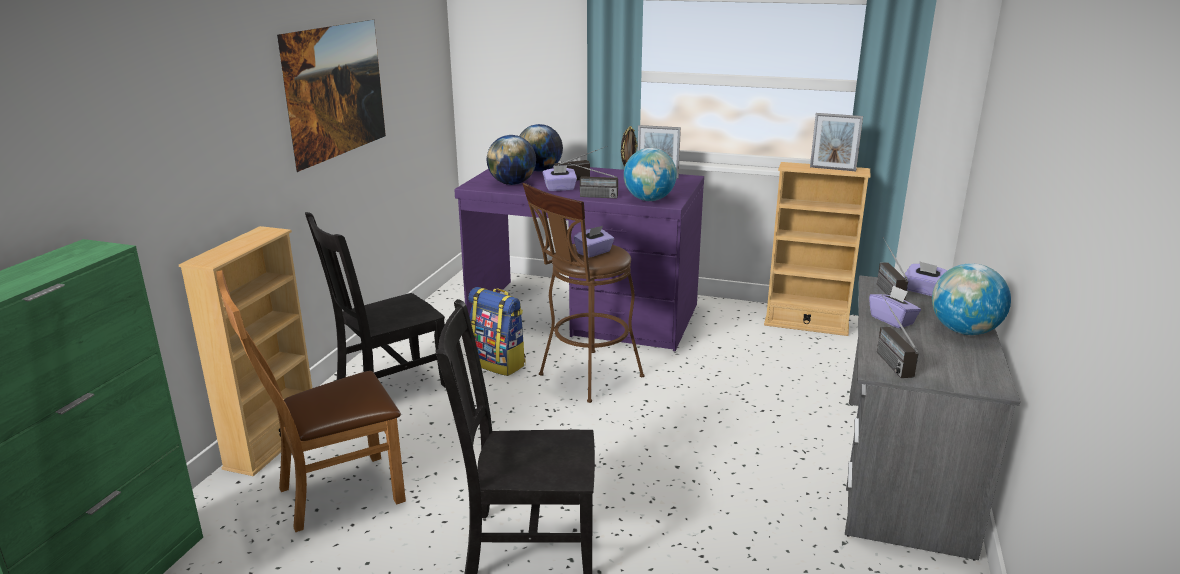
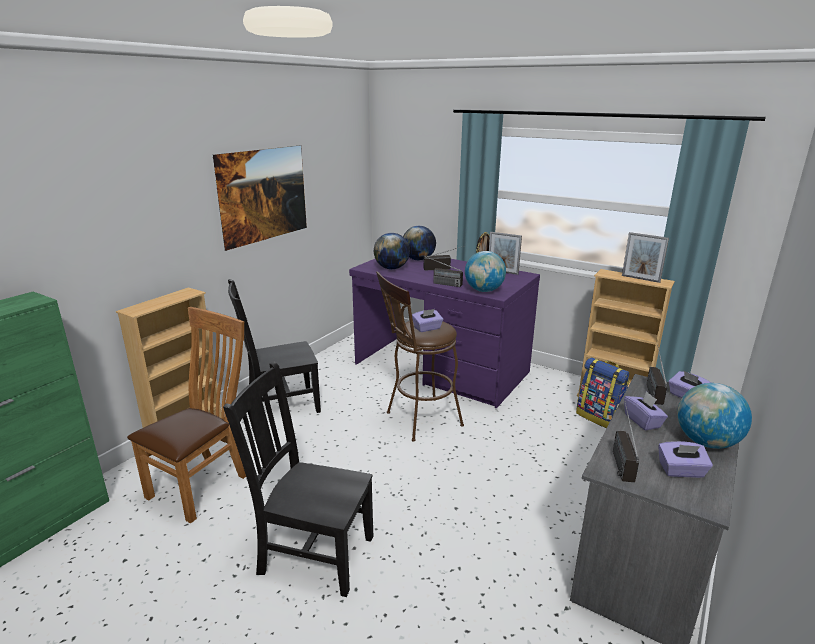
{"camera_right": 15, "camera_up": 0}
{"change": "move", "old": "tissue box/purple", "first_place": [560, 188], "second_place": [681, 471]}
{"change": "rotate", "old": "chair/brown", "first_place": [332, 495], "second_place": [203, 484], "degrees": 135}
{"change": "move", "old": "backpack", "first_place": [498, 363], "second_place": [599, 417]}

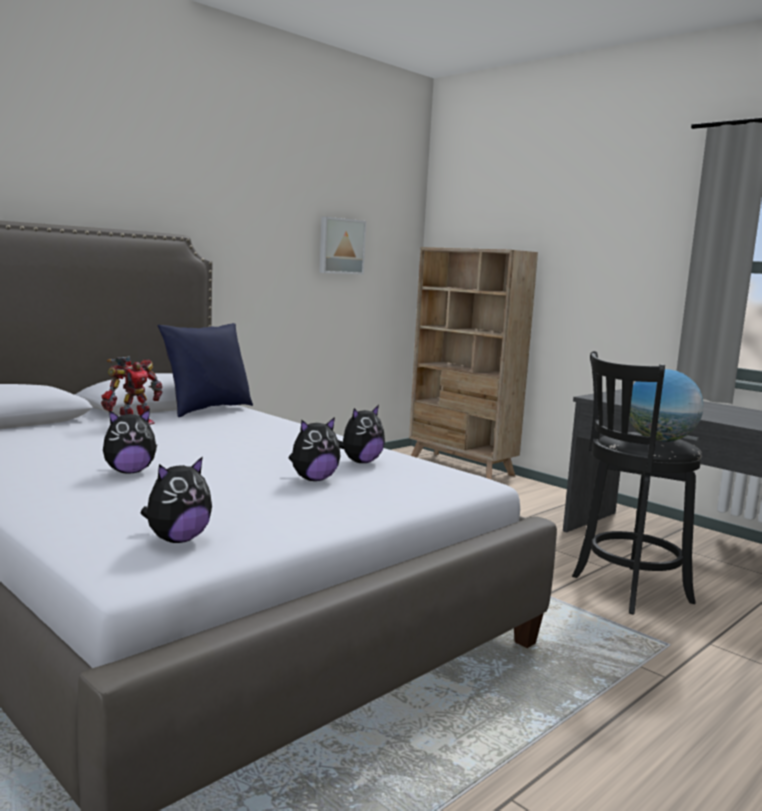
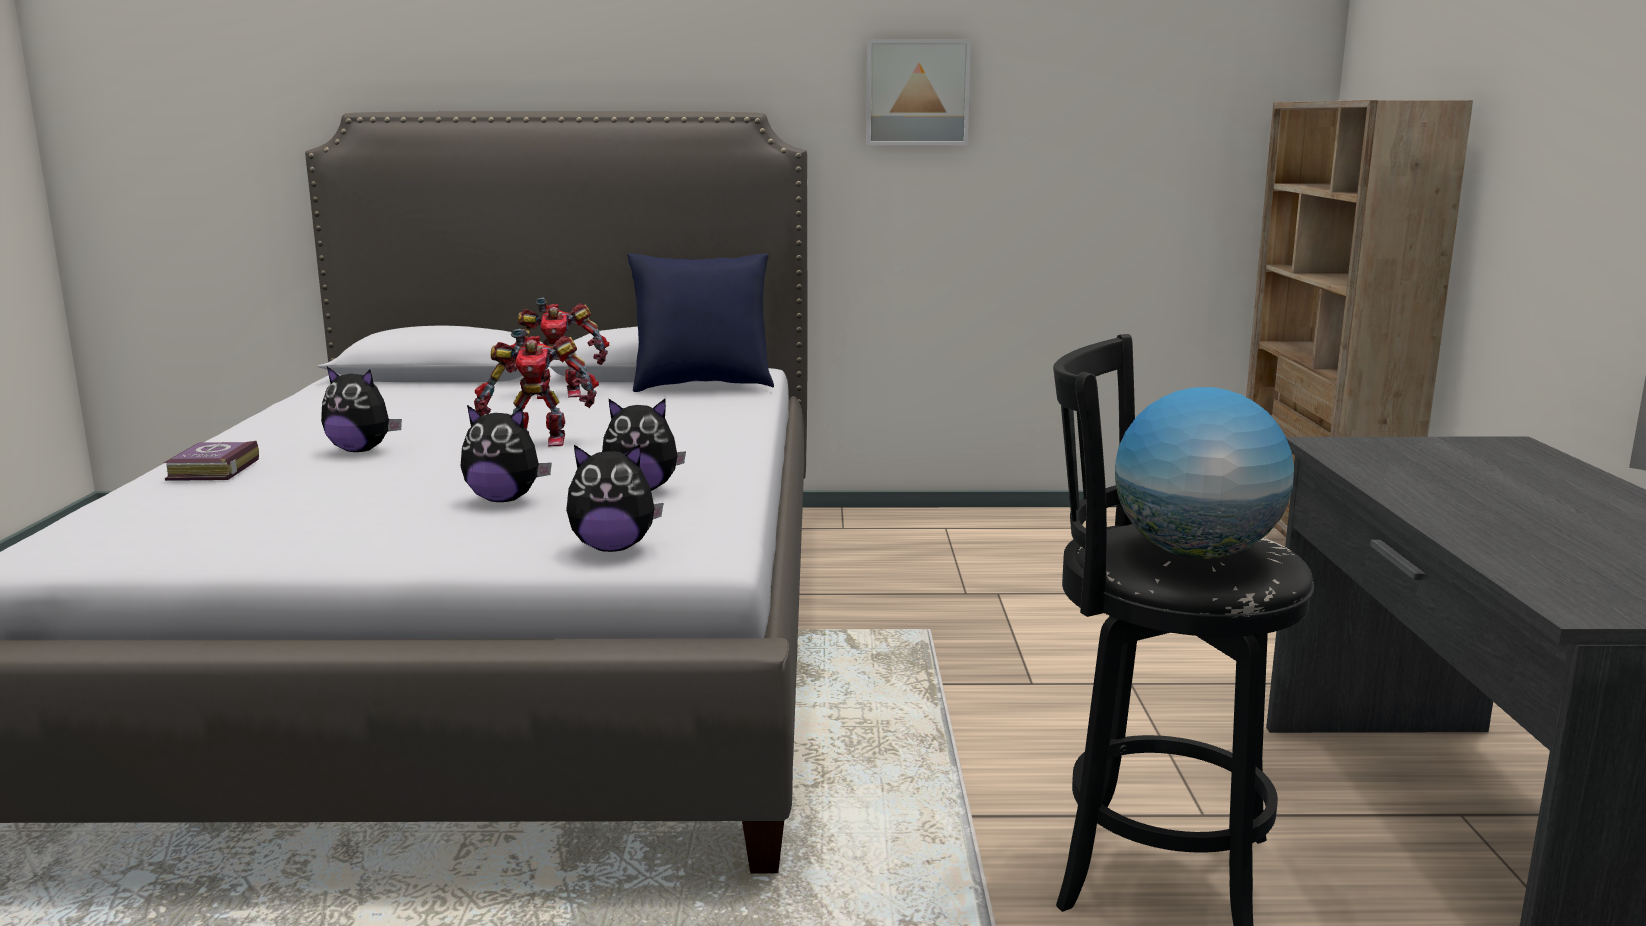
{"camera_right": 45, "camera_up": 5}
{"change": "move", "old": "picture", "first_place": [341, 246], "second_place": [917, 93]}
{"change": "move", "old": "plush toy", "first_place": [177, 539], "second_place": [613, 548]}
{"change": "insert", "new": "toy robot", "second_place": [538, 440]}
{"change": "insert", "new": "book", "second_place": [211, 470]}

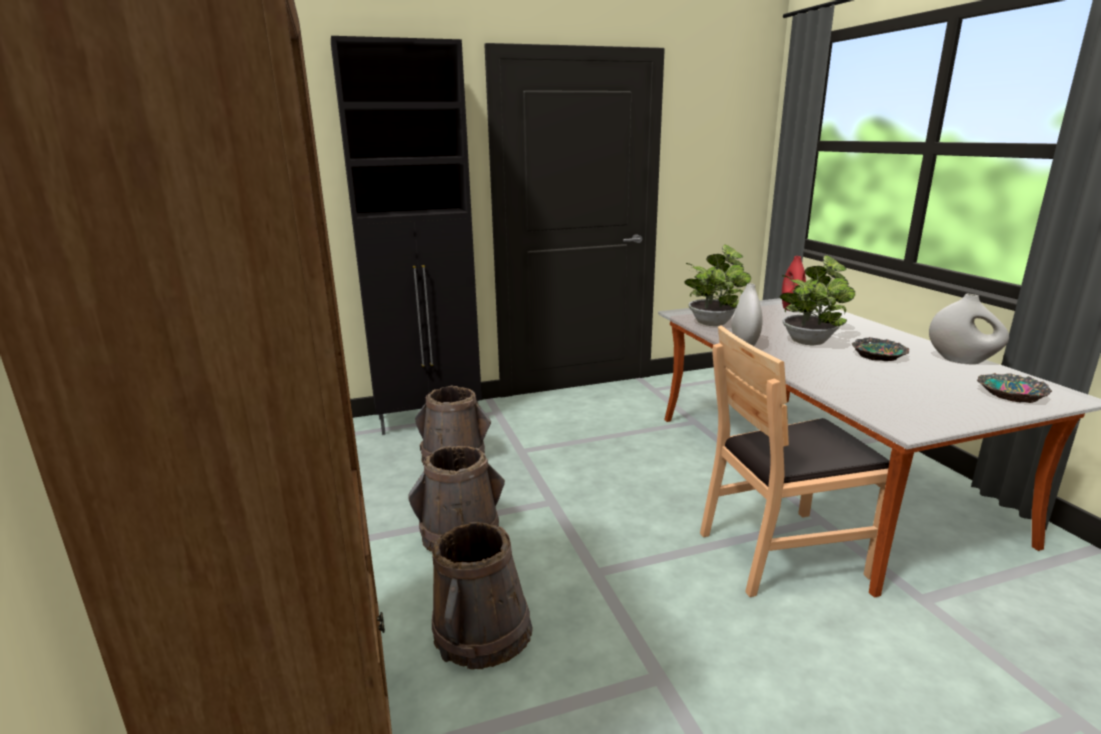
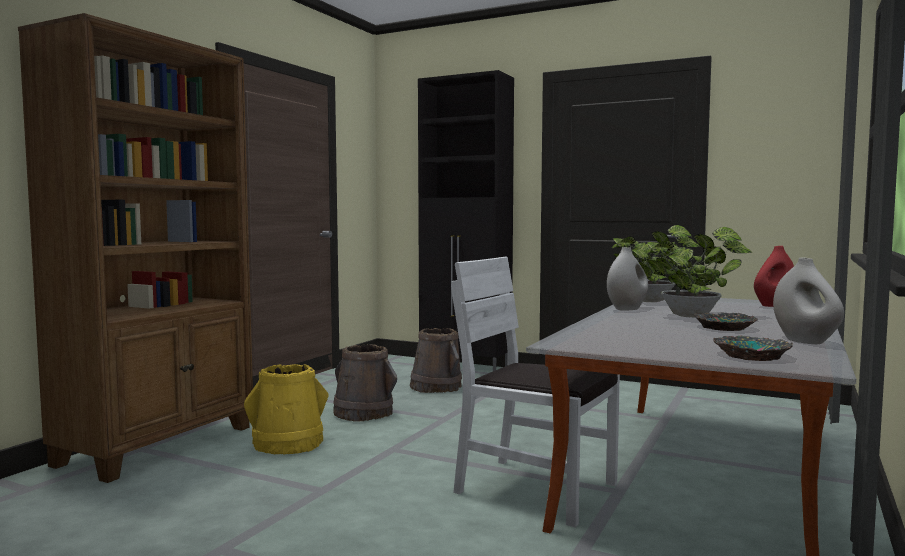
{"camera_right": 45, "camera_up": -15}
{"change": "recolor", "old": "chair/brown", "new": "chair/white", "first_place": [782, 552], "second_place": [536, 489]}
{"change": "recolor", "old": "bucket/brown", "new": "bucket/yellow", "first_place": [482, 632], "second_place": [288, 444]}

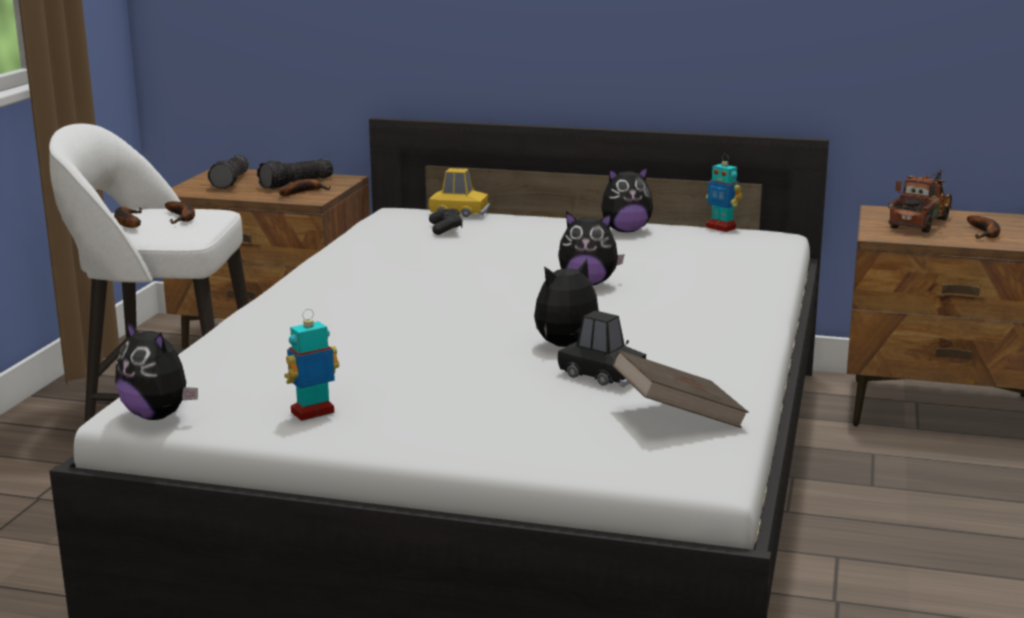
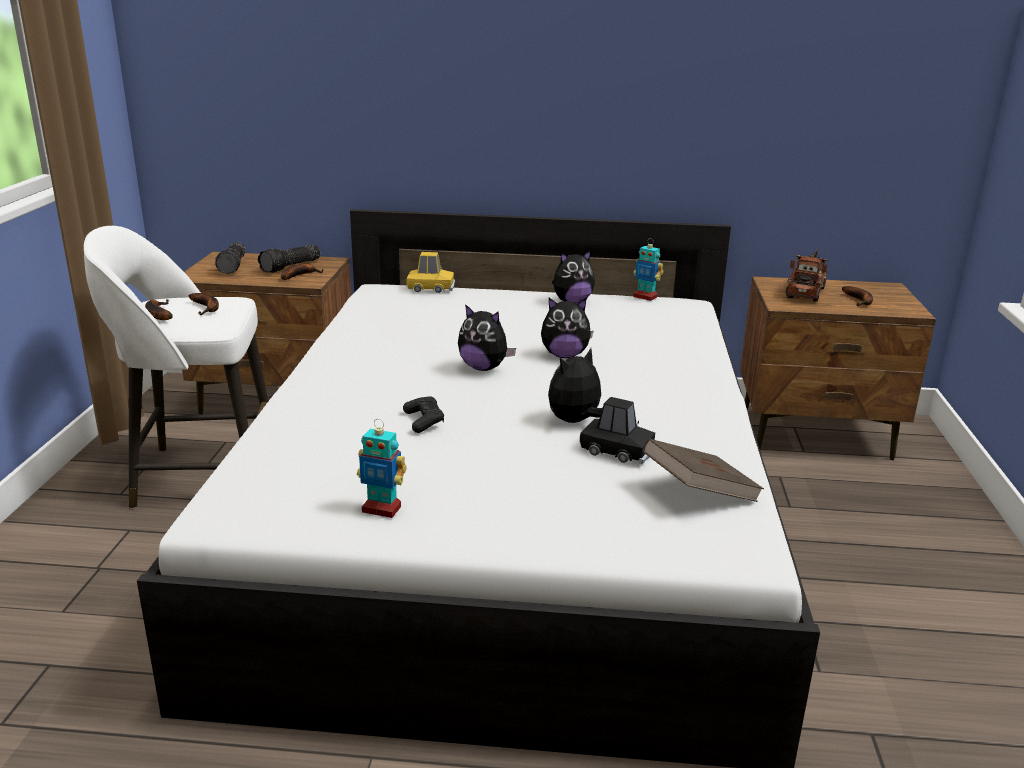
{"camera_right": -10, "camera_up": 5}
{"change": "move", "old": "game controller/black", "first_place": [445, 228], "second_place": [424, 421]}
{"change": "rotate", "old": "toy robot", "first_place": [313, 413], "second_place": [382, 509], "degrees": -120}
{"change": "move", "old": "plush toy", "first_place": [159, 415], "second_place": [484, 368]}

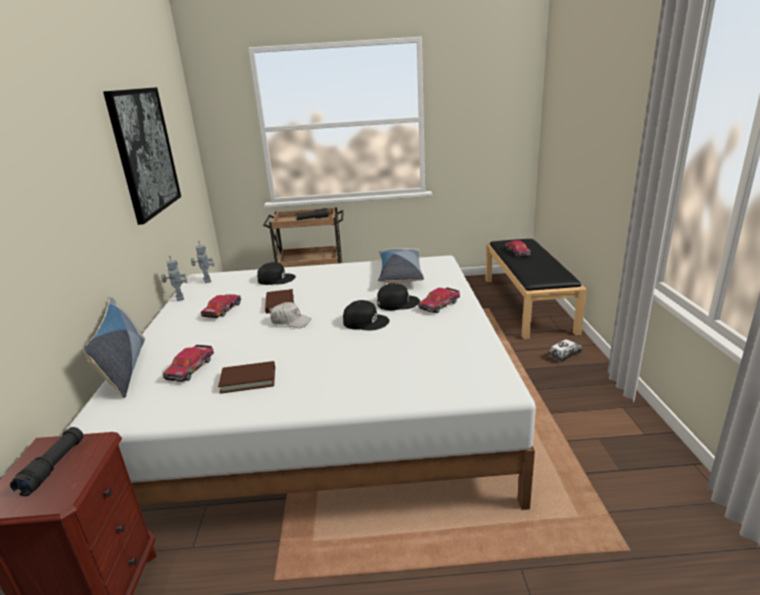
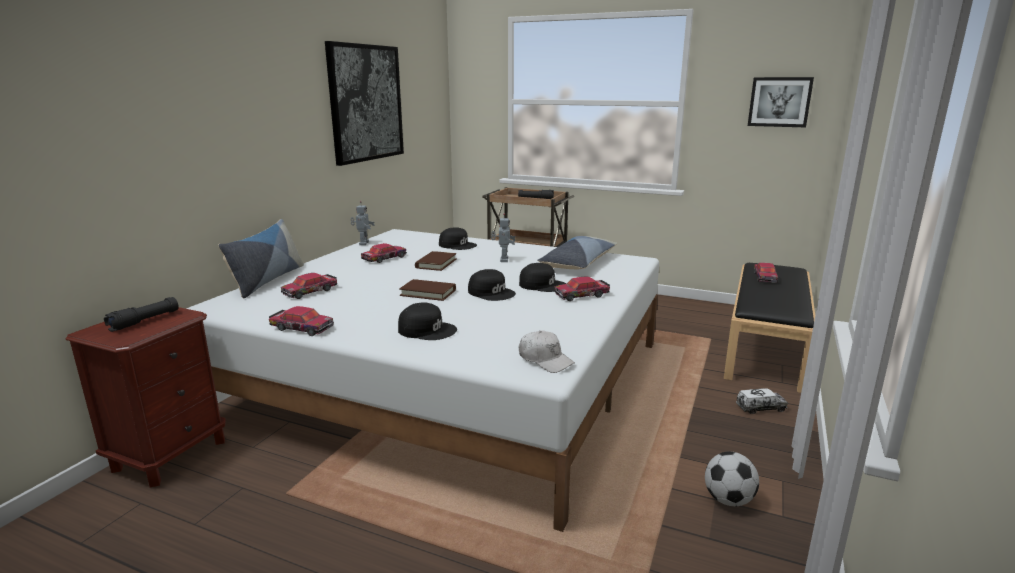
{"camera_right": 25, "camera_up": -5}
{"change": "move", "old": "toy robot", "first_place": [206, 280], "second_place": [503, 260]}
{"change": "move", "old": "cap/white", "first_place": [291, 321], "second_place": [545, 360]}
{"change": "move", "old": "book/brown", "first_place": [248, 379], "second_place": [428, 293]}
{"change": "insert", "new": "picture", "second_place": [779, 102]}
{"change": "insert", "new": "cap/black", "second_place": [427, 330]}
{"change": "insert", "new": "toy car", "second_place": [302, 328]}
{"change": "insert", "new": "football", "second_place": [728, 500]}

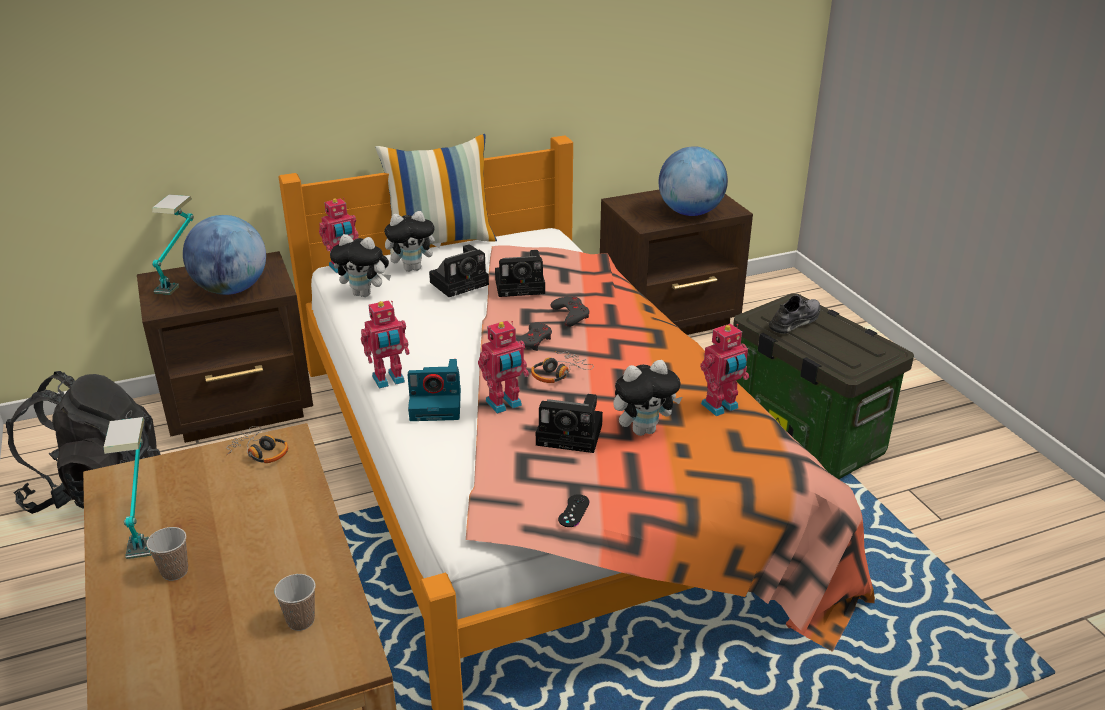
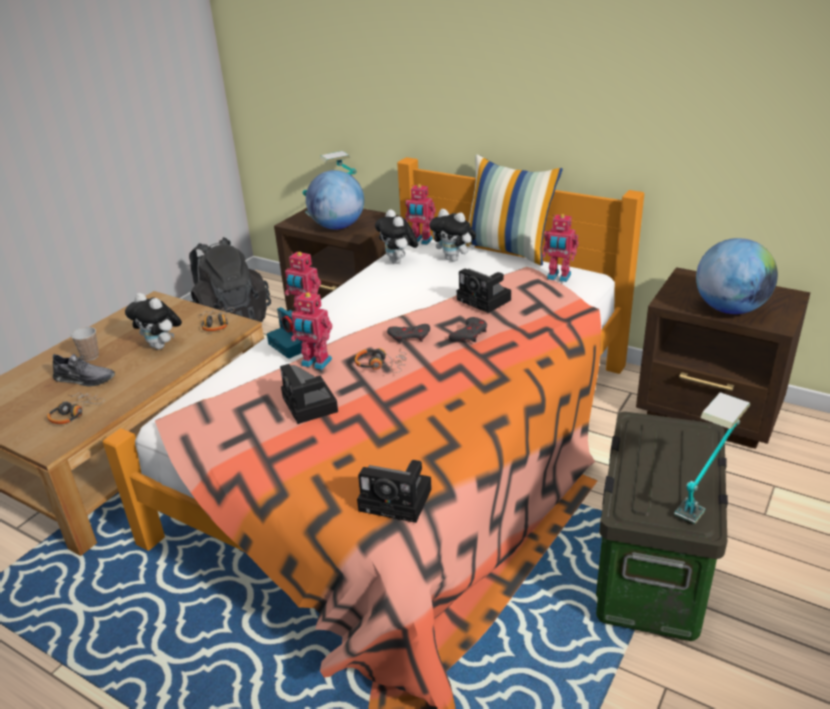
{"camera_right": 55, "camera_up": 0}
{"change": "move", "old": "photo camera", "first_place": [461, 282], "second_place": [398, 500]}
{"change": "move", "old": "shoe/grey", "first_place": [795, 321], "second_place": [84, 379]}
{"change": "move", "old": "toy robot", "first_place": [721, 407], "second_place": [558, 277]}
{"change": "move", "old": "plush toy", "first_place": [644, 429], "second_place": [161, 346]}
{"change": "move", "old": "table lamp", "first_place": [144, 524], "second_place": [704, 493]}
{"change": "delete", "old": "game controller/black", "first_place": [573, 511]}
{"change": "replace", "old": "cup", "new": "headphones", "first_place": [301, 621], "second_place": [74, 413]}

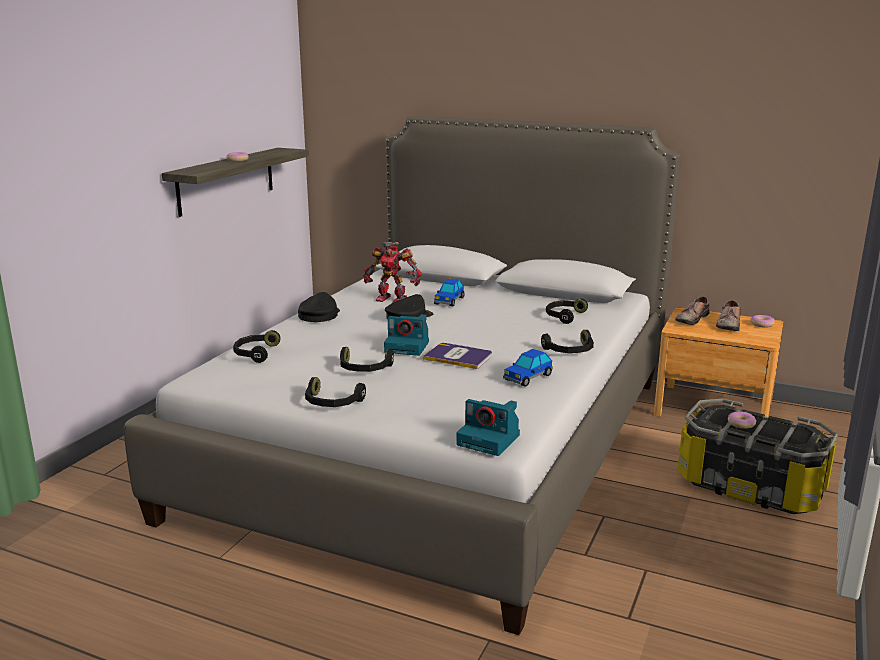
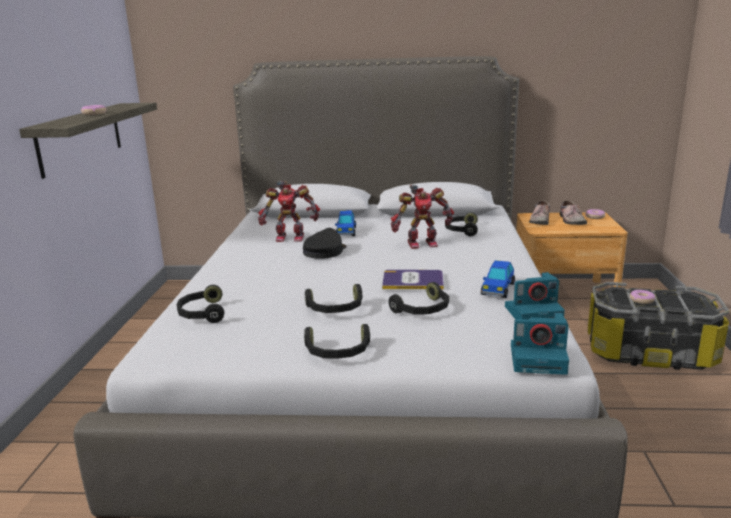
{"camera_right": -20, "camera_up": 0}
{"change": "delete", "old": "cap/black", "first_place": [319, 315]}
{"change": "move", "old": "photo camera", "first_place": [408, 347], "second_place": [534, 313]}
{"change": "move", "old": "headphones/black", "first_place": [570, 351], "second_place": [423, 310]}
{"change": "insert", "new": "toy robot", "second_place": [421, 243]}

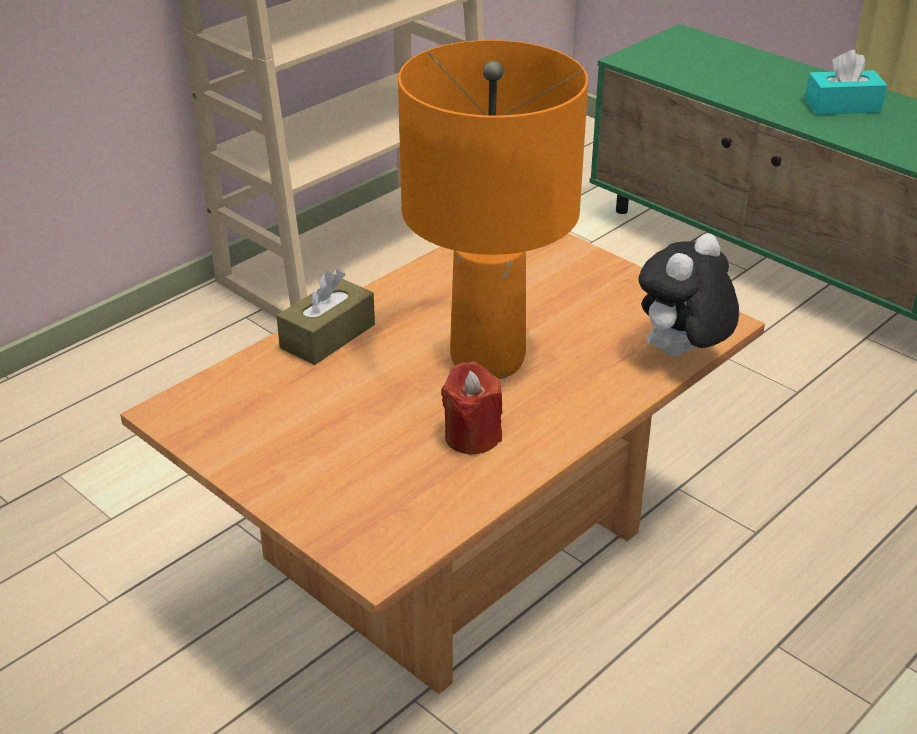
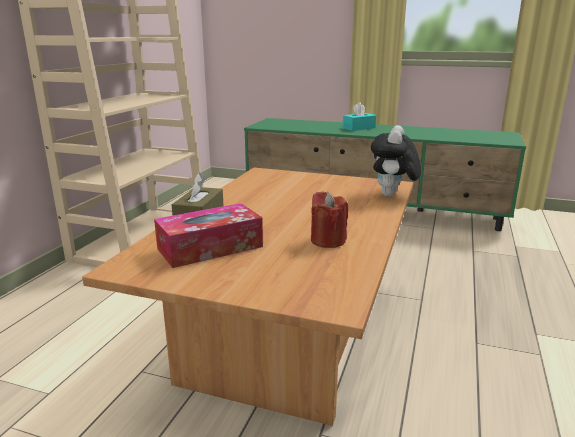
{"camera_right": -25, "camera_up": -15}
{"change": "delete", "old": "table lamp/orange", "first_place": [489, 360]}
{"change": "insert", "new": "tissue box", "second_place": [210, 248]}

